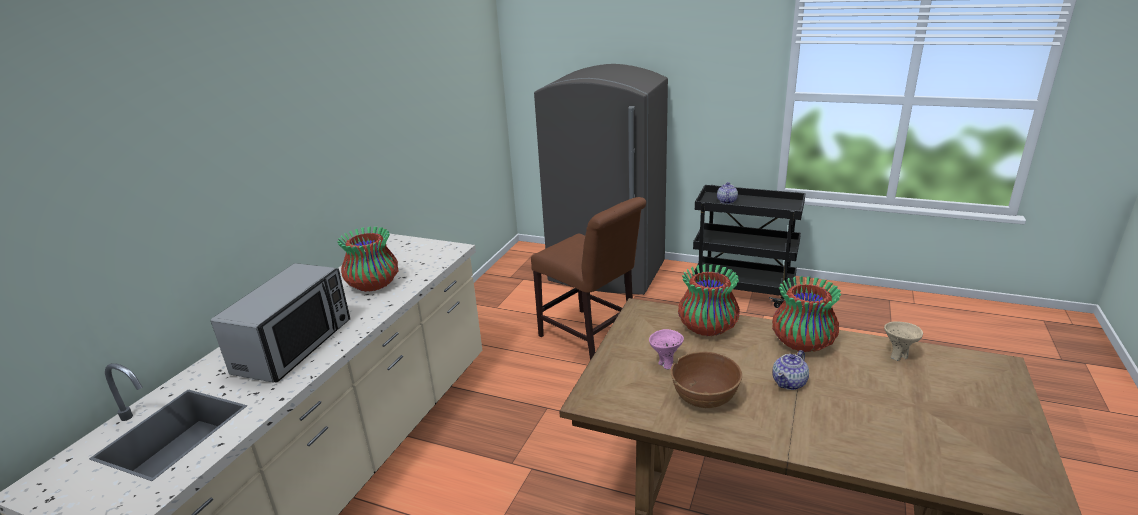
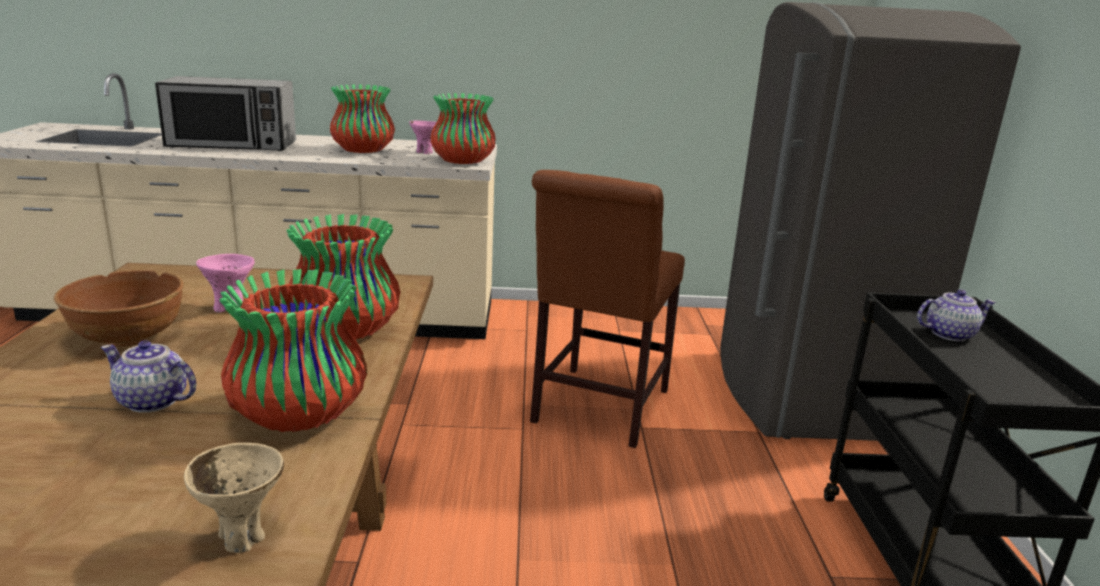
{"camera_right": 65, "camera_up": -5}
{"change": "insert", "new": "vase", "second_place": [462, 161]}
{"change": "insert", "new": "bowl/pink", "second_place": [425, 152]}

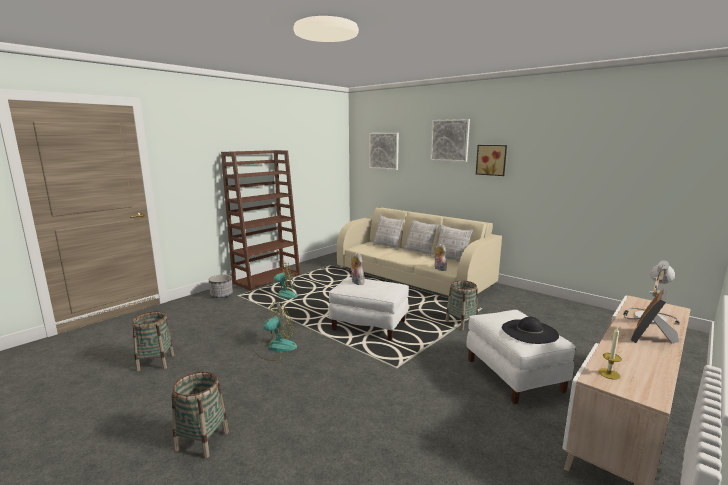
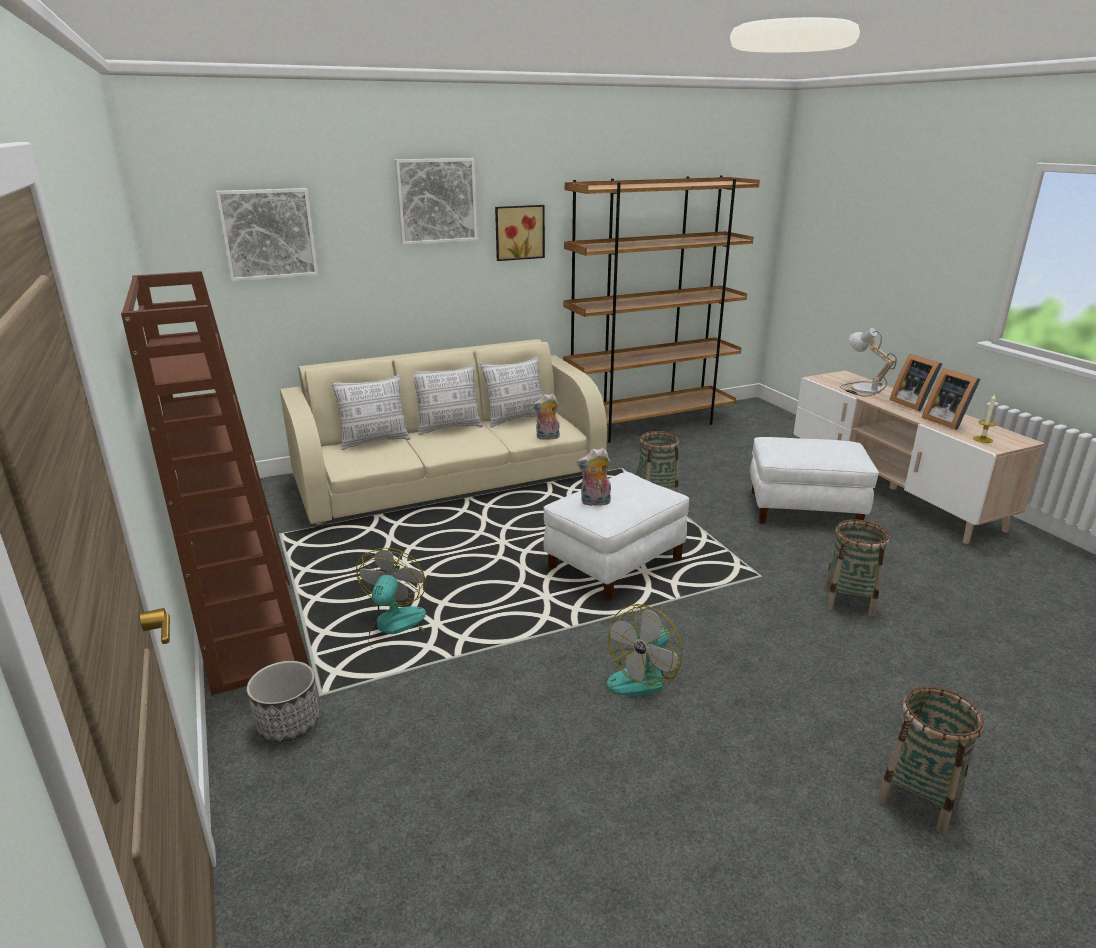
{"camera_right": -65, "camera_up": 10}
{"change": "rotate", "old": "fan", "first_place": [275, 348], "second_place": [643, 676], "degrees": -135}
{"change": "move", "old": "basket", "first_place": [155, 362], "second_place": [849, 600]}
{"change": "delete", "old": "hat/black", "first_place": [529, 331]}
{"change": "insert", "new": "bookcase/brown", "second_place": [649, 425]}
{"change": "insert", "new": "picture frame", "second_place": [946, 421]}

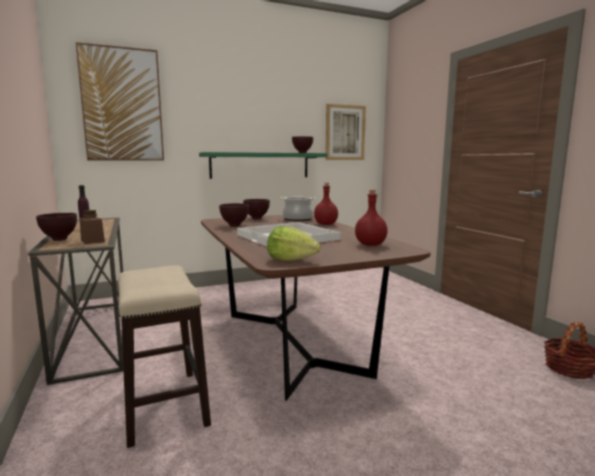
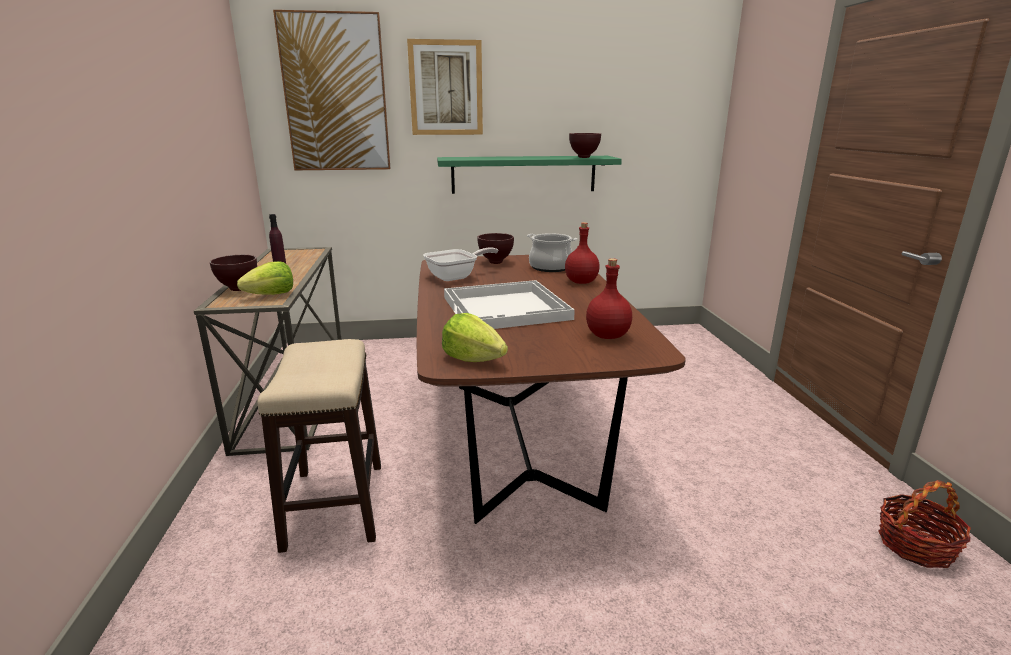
{"camera_right": 15, "camera_up": 10}
{"change": "move", "old": "picture", "first_place": [345, 132], "second_place": [446, 88]}
{"change": "replace", "old": "bowl/brown", "new": "frying pan", "first_place": [235, 226], "second_place": [456, 277]}
{"change": "replace", "old": "jar/brown", "new": "lettuce", "first_place": [92, 241], "second_place": [271, 295]}

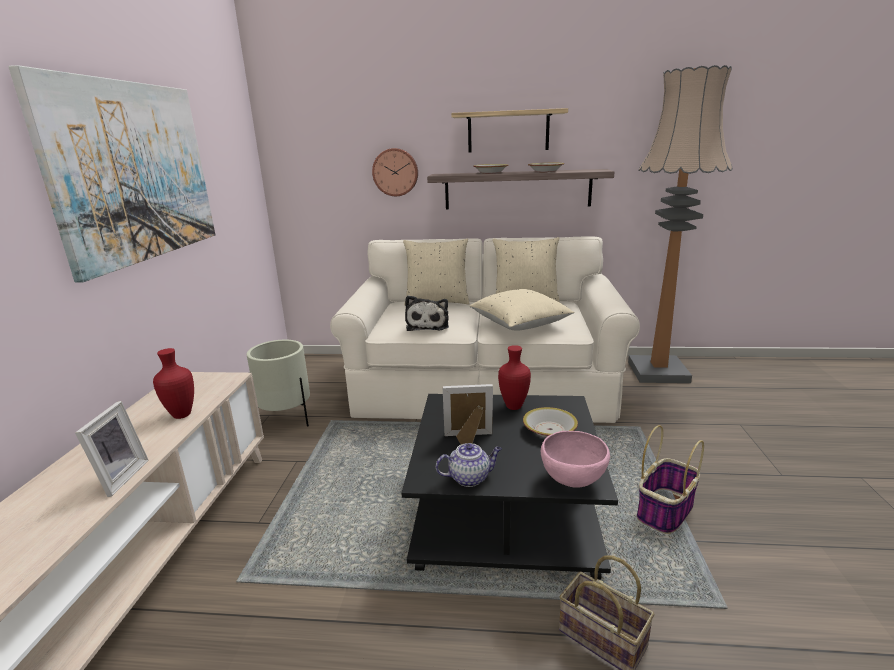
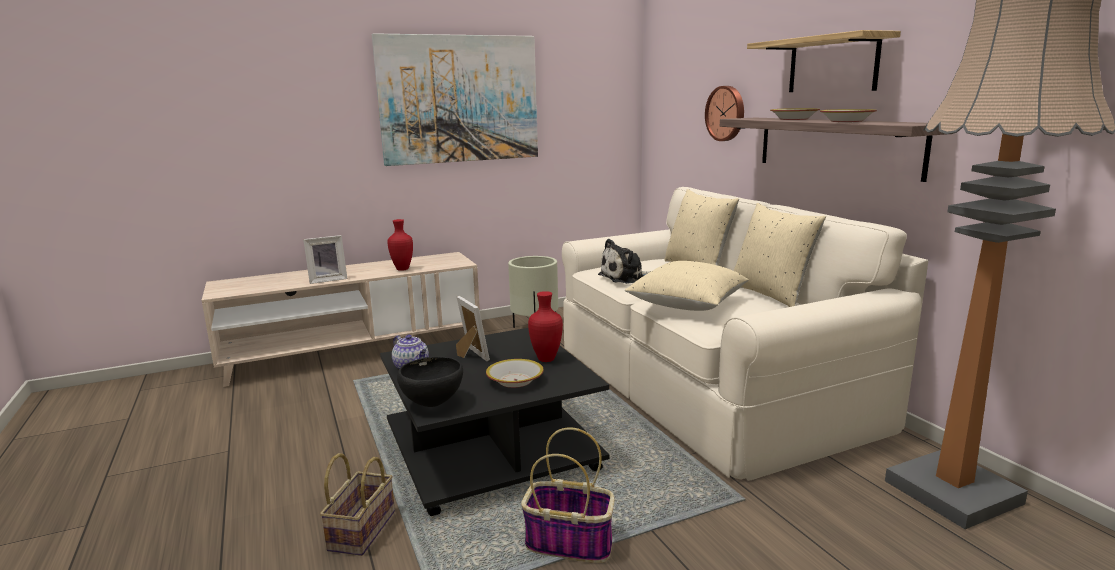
{"camera_right": 60, "camera_up": -5}
{"change": "recolor", "old": "bowl/pink", "new": "bowl/black", "first_place": [573, 481], "second_place": [433, 404]}

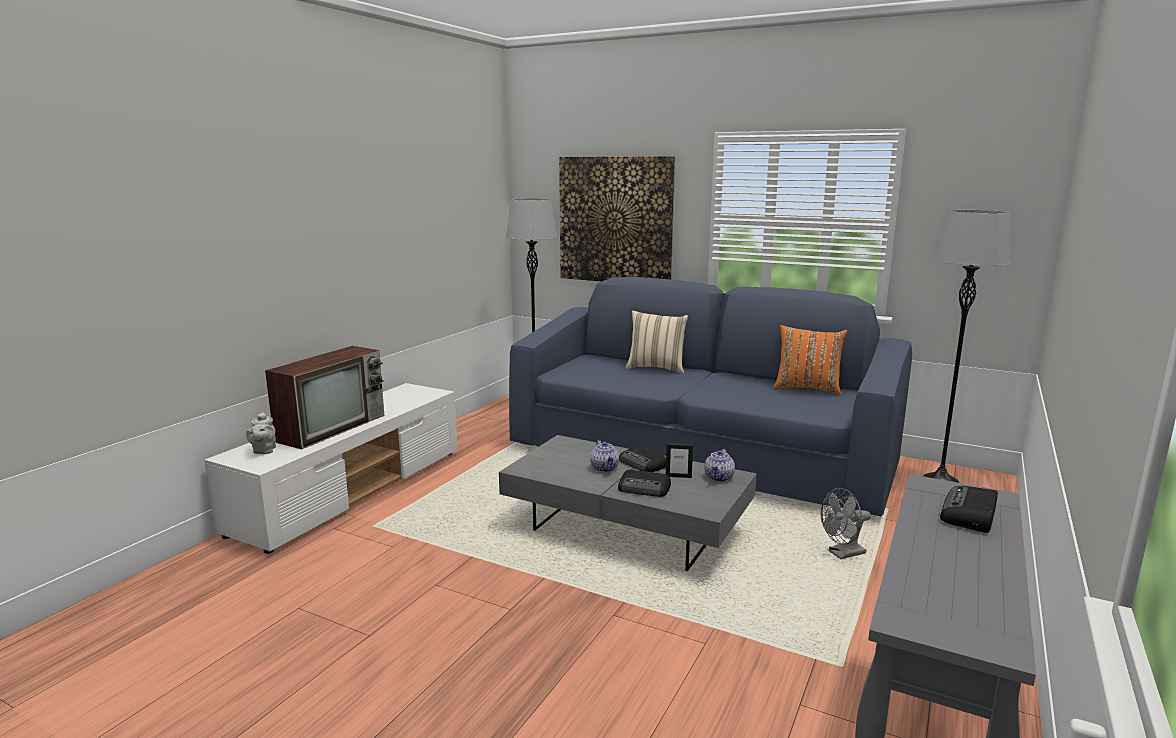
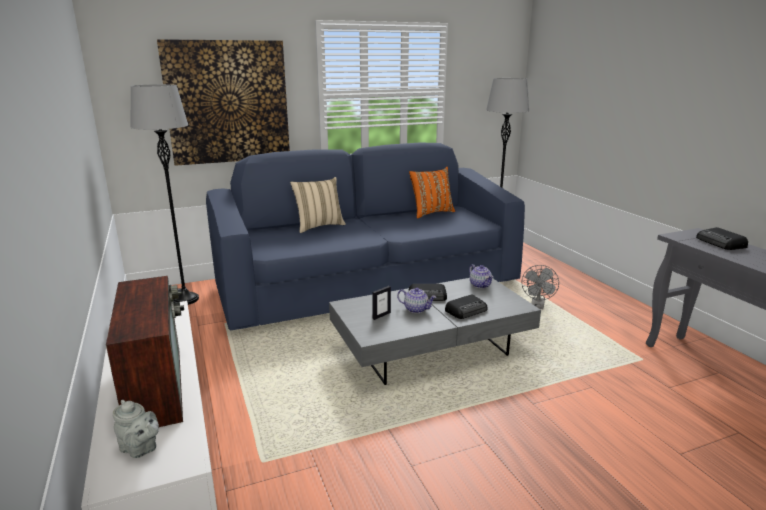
{"camera_right": -50, "camera_up": 5}
{"change": "move", "old": "picture frame", "first_place": [678, 476], "second_place": [381, 315]}

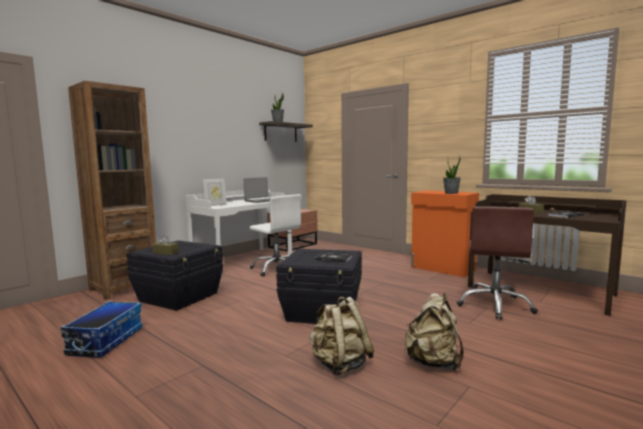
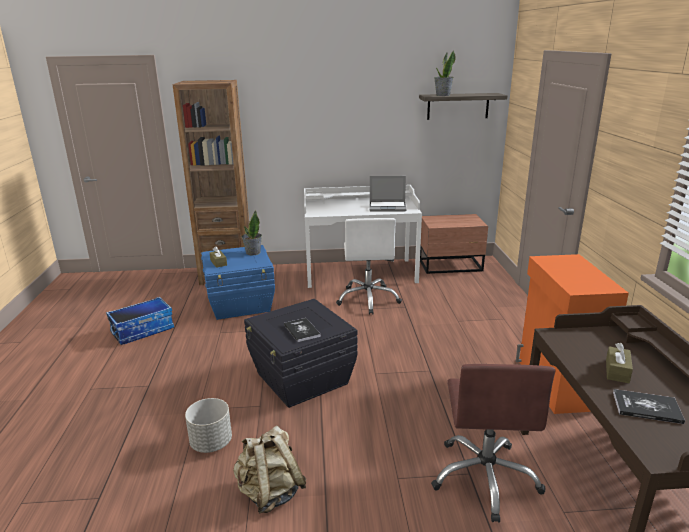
{"camera_right": 45, "camera_up": 15}
{"change": "move", "old": "potted plant", "first_place": [451, 193], "second_place": [253, 252]}
{"change": "delete", "old": "picture frame", "first_place": [215, 205]}
{"change": "rotate", "old": "office chair/brown", "first_place": [495, 305], "second_place": [485, 477], "degrees": -60}
{"change": "recolor", "old": "storage box/black", "new": "storage box/blue", "first_place": [180, 297], "second_place": [241, 304]}
{"change": "replace", "old": "backpack/beige", "new": "planter/grey", "first_place": [340, 364], "second_place": [211, 443]}

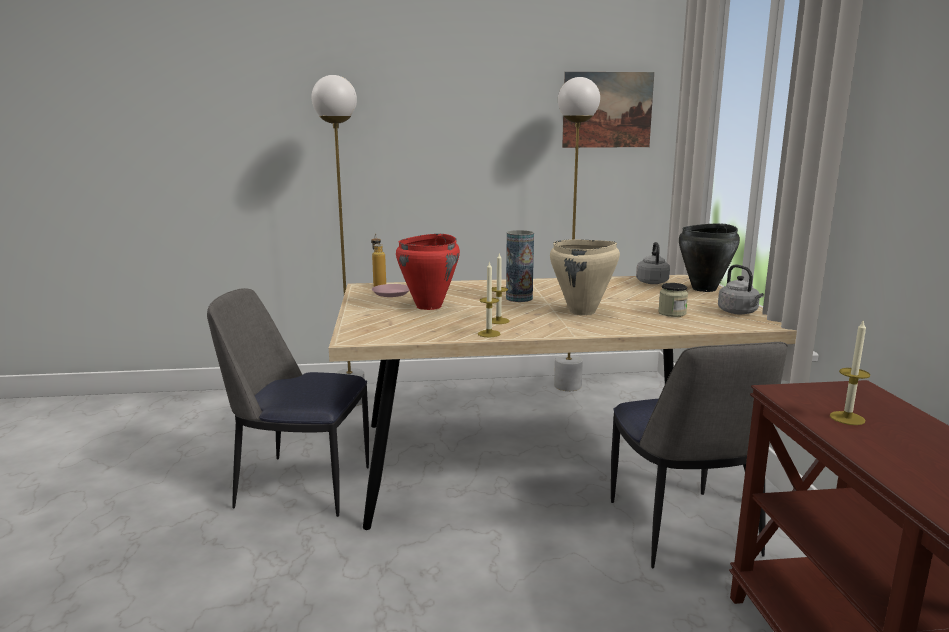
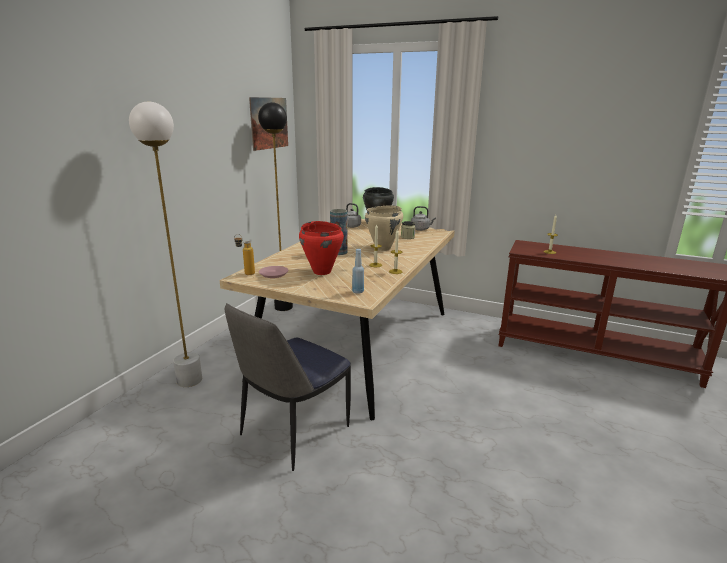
{"camera_right": -60, "camera_up": 5}
{"change": "recolor", "old": "floor lamp/white", "new": "floor lamp/black", "first_place": [567, 386], "second_place": [283, 307]}
{"change": "delete", "old": "chair", "first_place": [683, 531]}
{"change": "insert", "new": "bottle/blue", "second_place": [358, 291]}

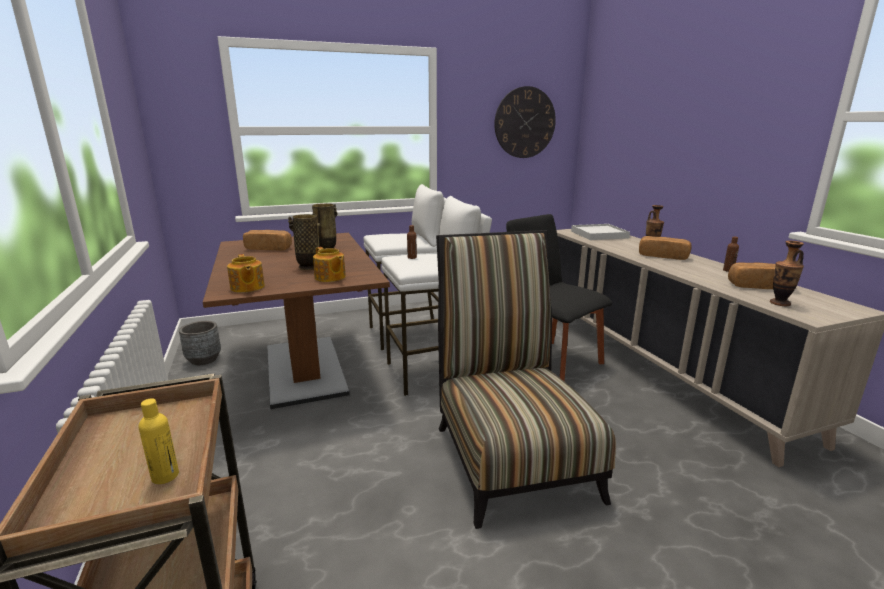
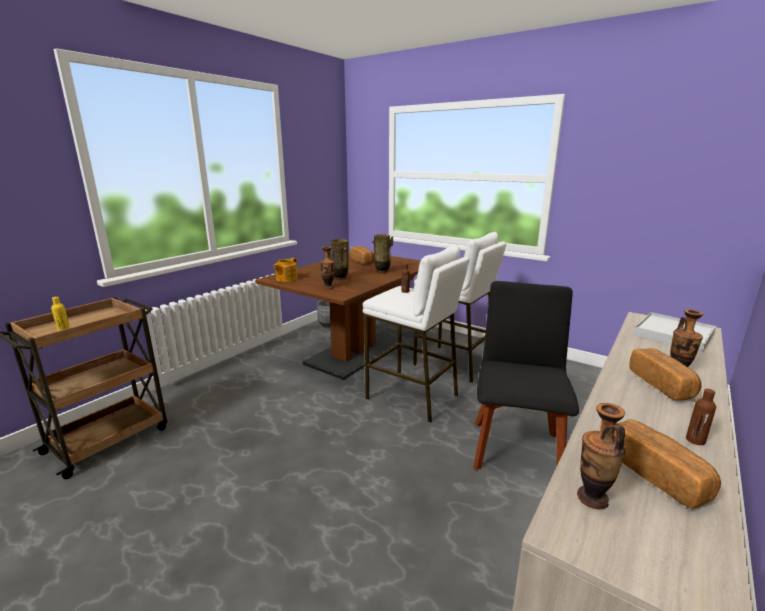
{"camera_right": 55, "camera_up": 0}
{"change": "delete", "old": "wall clock", "first_place": [525, 122]}
{"change": "delete", "old": "chair", "first_place": [511, 454]}
{"change": "replace", "old": "teapot", "new": "vase", "first_place": [330, 277], "second_place": [328, 287]}

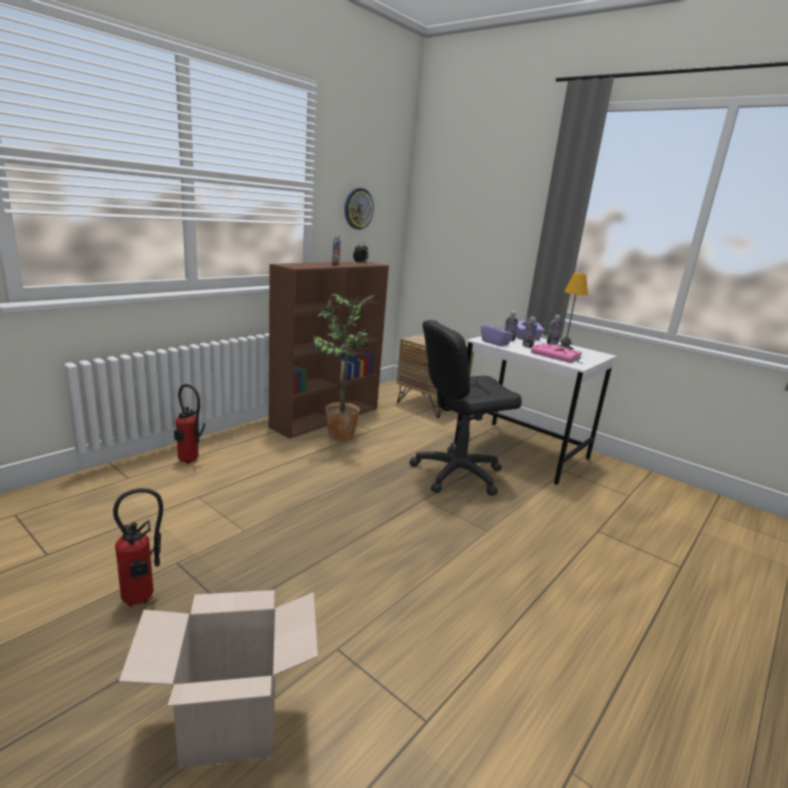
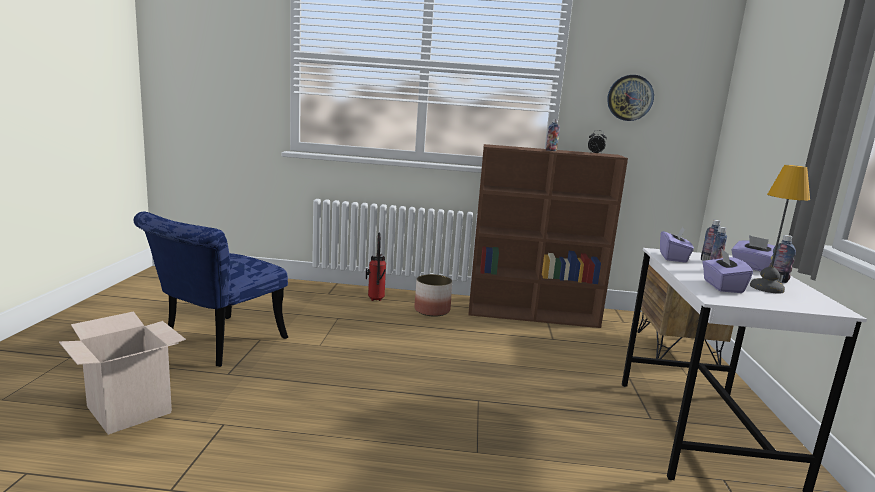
{"camera_right": 55, "camera_up": -5}
{"change": "delete", "old": "potted plant", "first_place": [340, 437]}
{"change": "delete", "old": "office chair/black", "first_place": [457, 473]}
{"change": "replace", "old": "book/pink", "new": "tissue box/purple", "first_place": [557, 356], "second_place": [722, 286]}
{"change": "replace", "old": "fire extinguisher", "new": "chair/blue", "first_place": [143, 599], "second_place": [216, 344]}
{"change": "insert", "new": "planter", "second_place": [432, 310]}

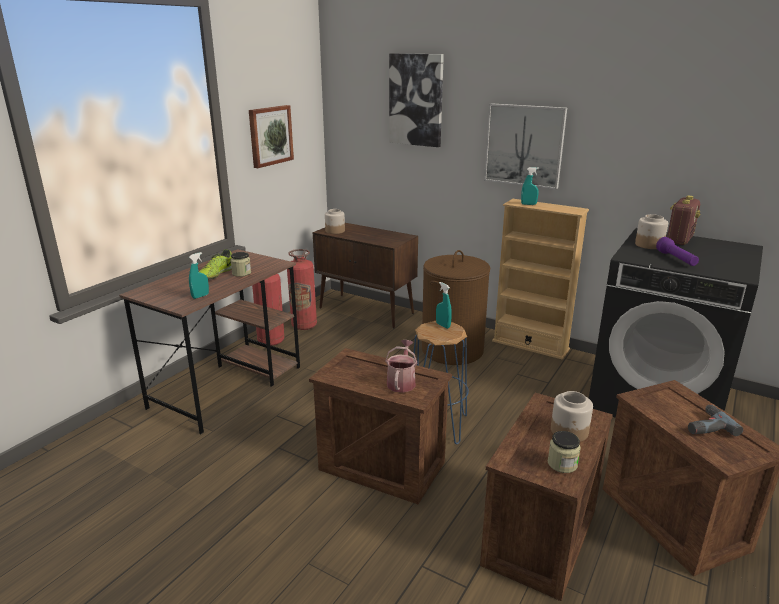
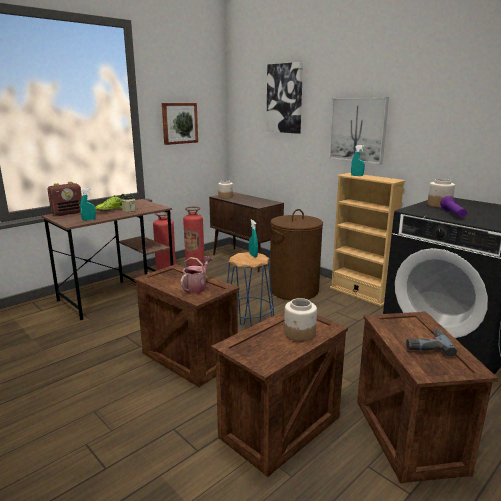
{"camera_right": 15, "camera_up": -5}
{"change": "move", "old": "radio", "first_place": [679, 240], "second_place": [68, 213]}
{"change": "delete", "old": "jar", "first_place": [562, 464]}

